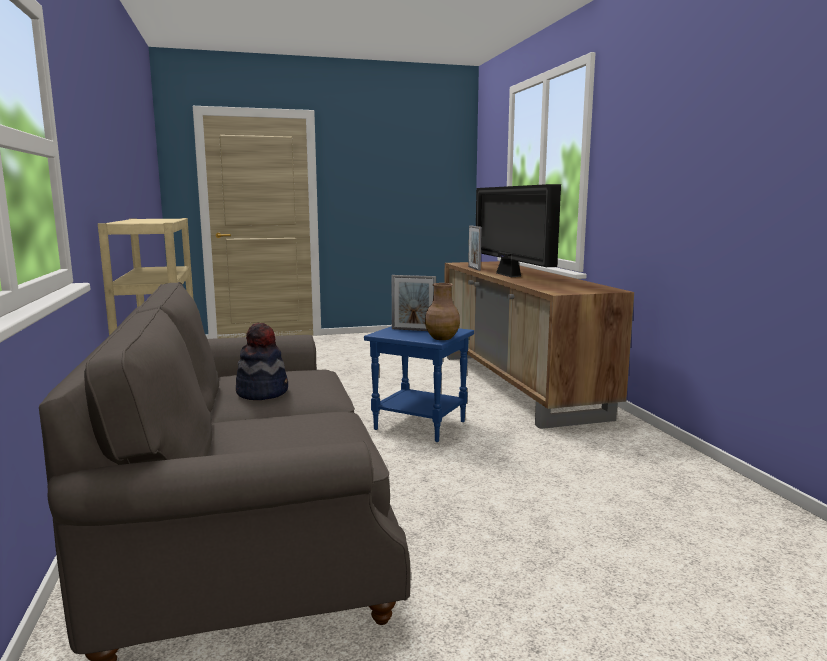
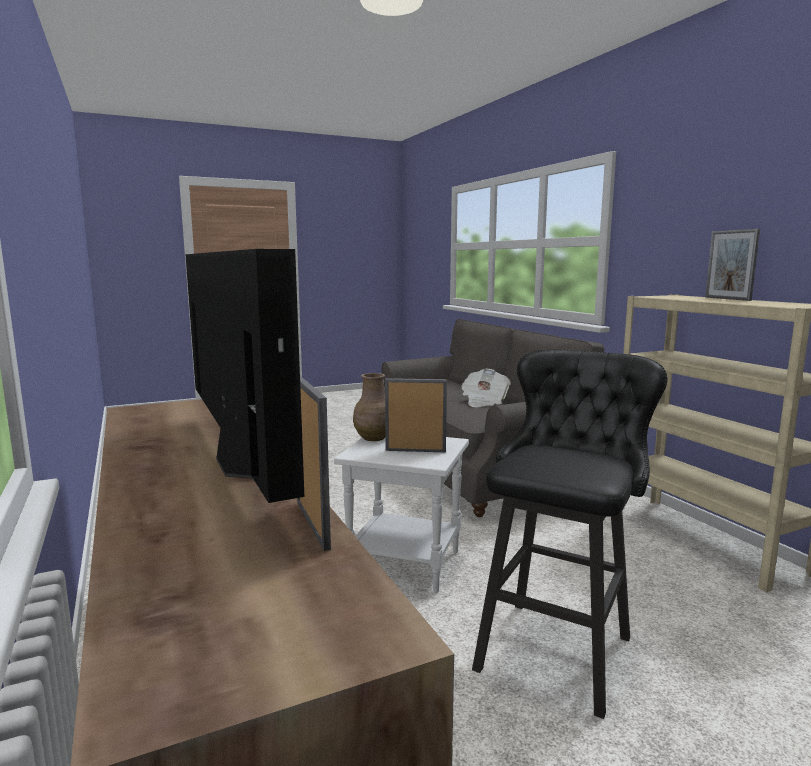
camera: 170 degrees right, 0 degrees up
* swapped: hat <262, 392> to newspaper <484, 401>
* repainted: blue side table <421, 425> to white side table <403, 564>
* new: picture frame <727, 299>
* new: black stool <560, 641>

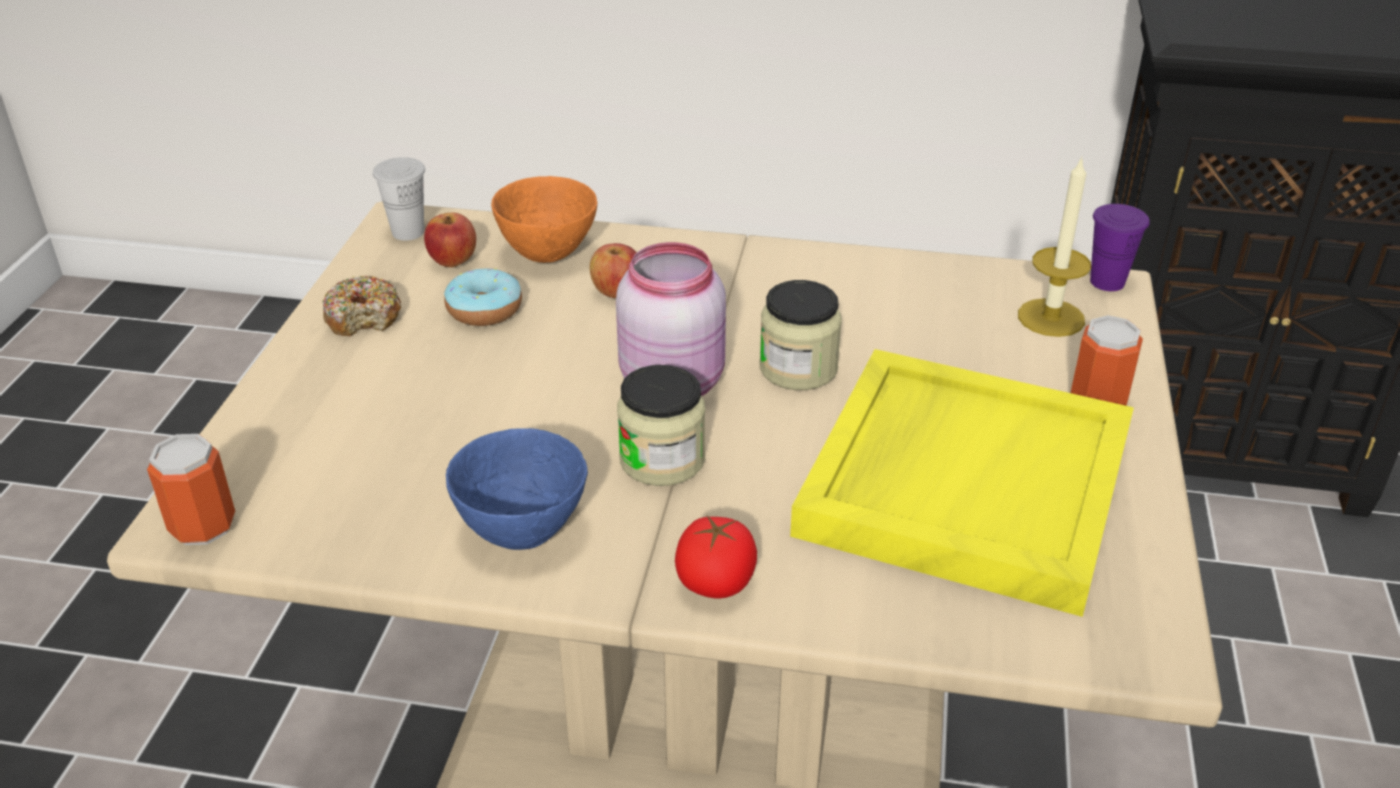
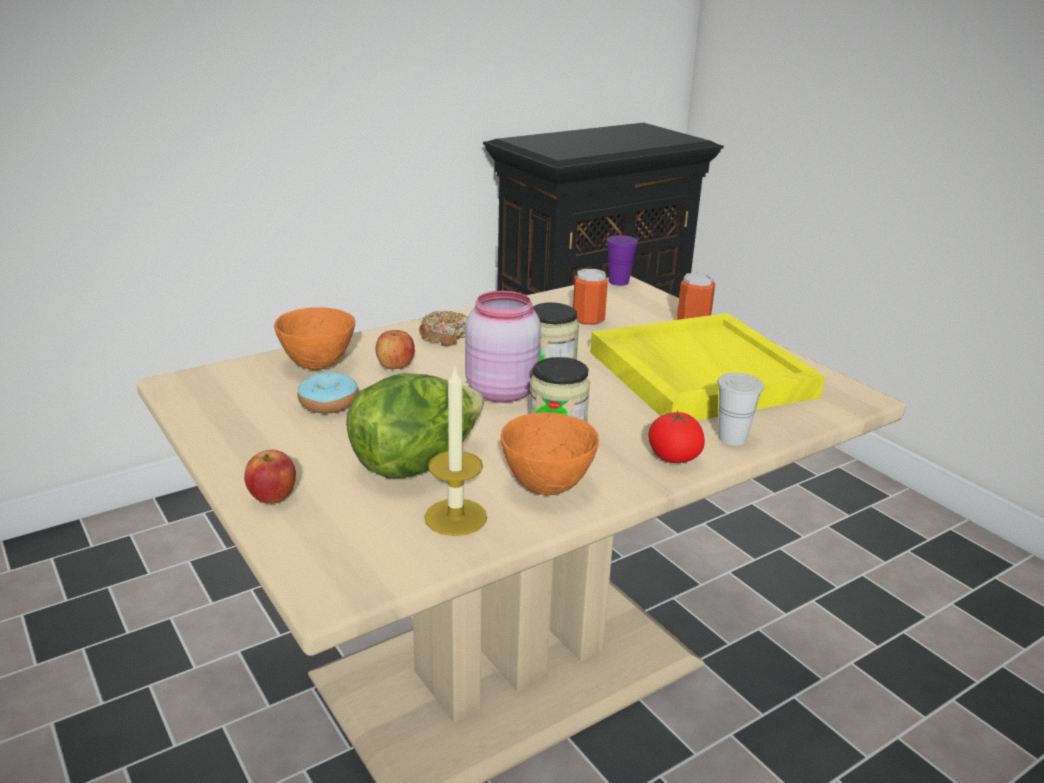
camera: 45 degrees left, 10 degrees down
* shifted: candle <1051, 317> to <455, 517>
* shifted: white cup <408, 232> to <732, 438>
* shifted: apple <453, 261> to <273, 497>
* shifted: donut <364, 317> to <445, 336>
* repainted: blue bowl <521, 529> to orange bowl <545, 485>
* shifted: can <203, 526> to <588, 320>
* new: lettuce <417, 463>

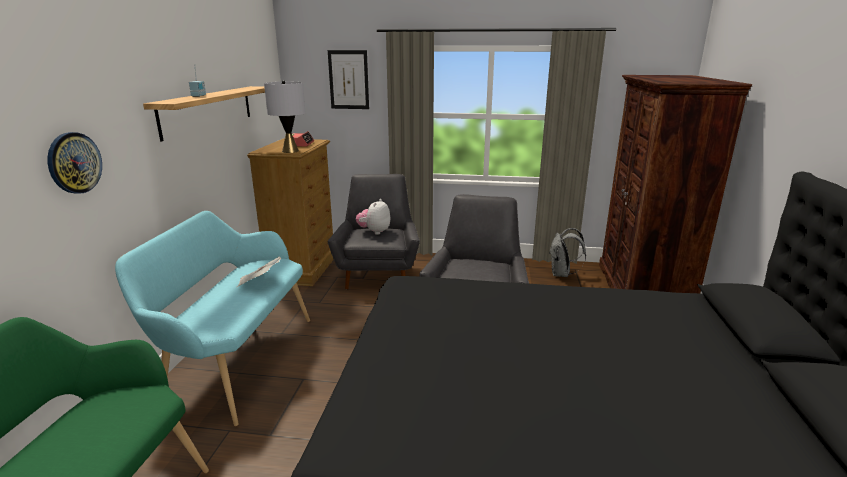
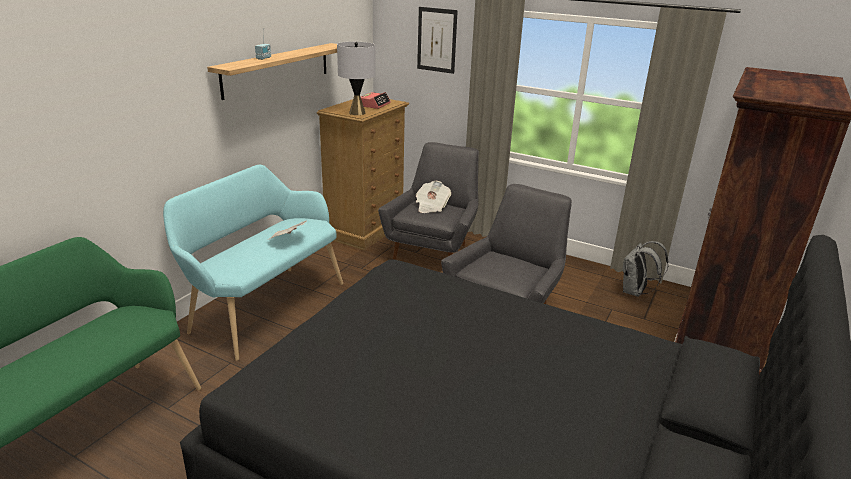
camera: 20 degrees right, 5 degrees up
* gone: wall clock <74, 163>
* swapped: plush toy <374, 231> to newspaper <431, 206>

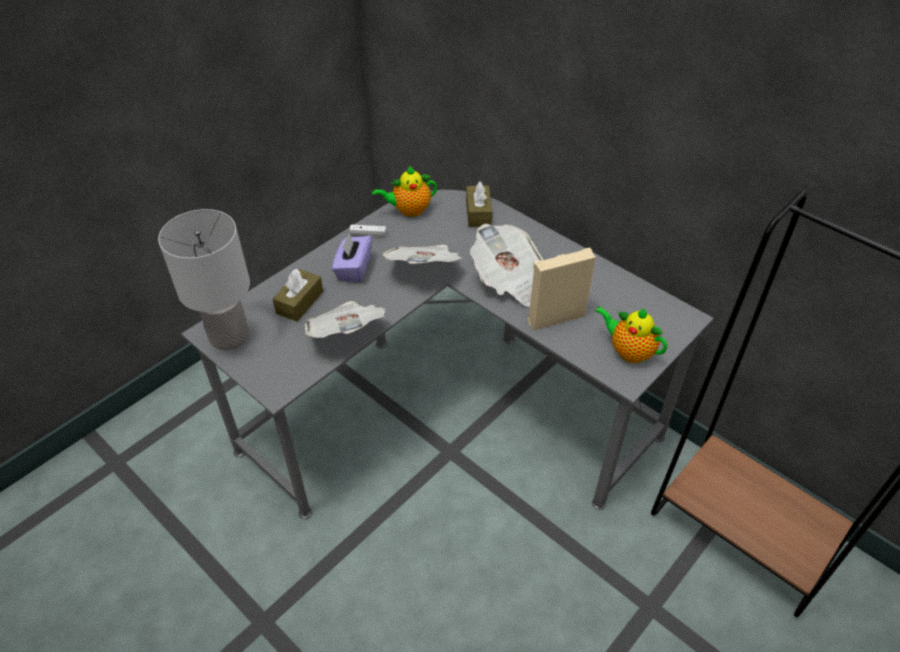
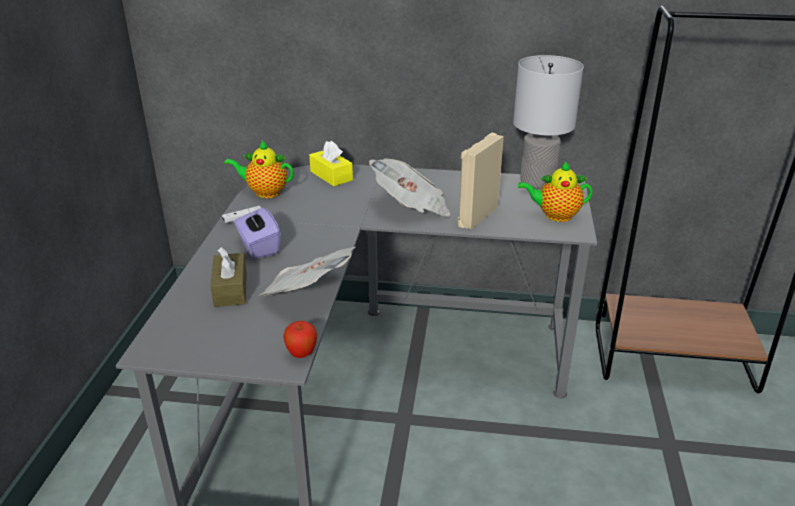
camera: 35 degrees left, 15 degrees down
* rotated: teapot <409, 210> = <265, 192> 60 degrees clockwise
* repainted: brown tissue box <478, 213> to yellow tissue box <331, 176>
* shifted: grey table lamp <231, 339> to <537, 185>
* gone: newspaper <425, 269>
* new: apple <301, 354>

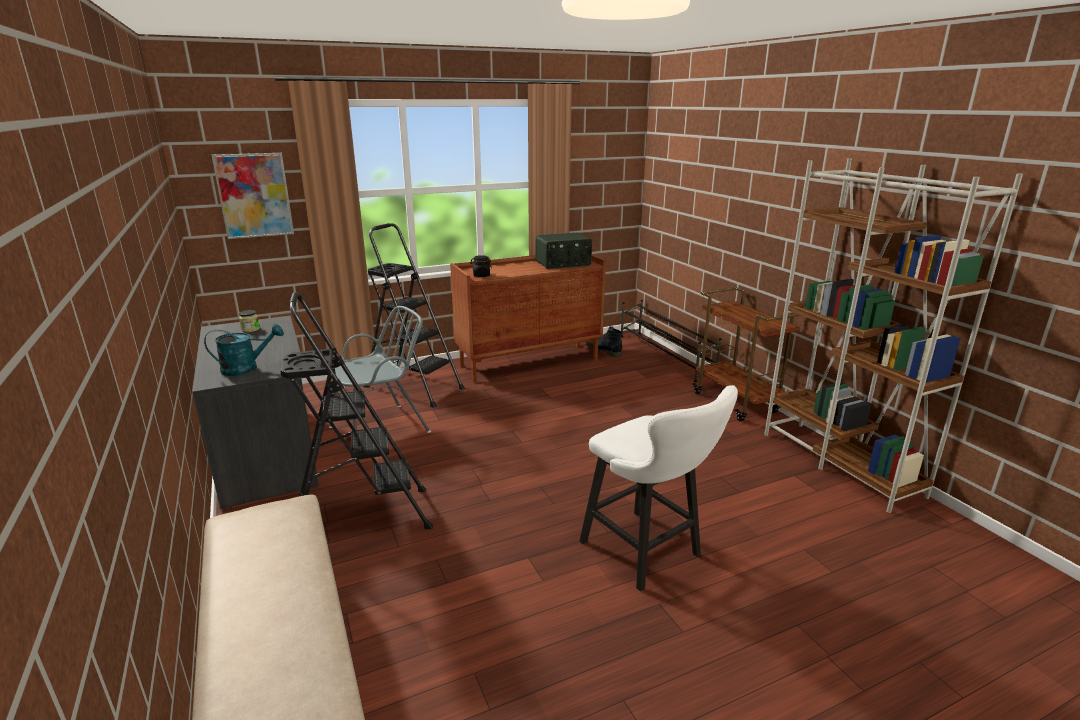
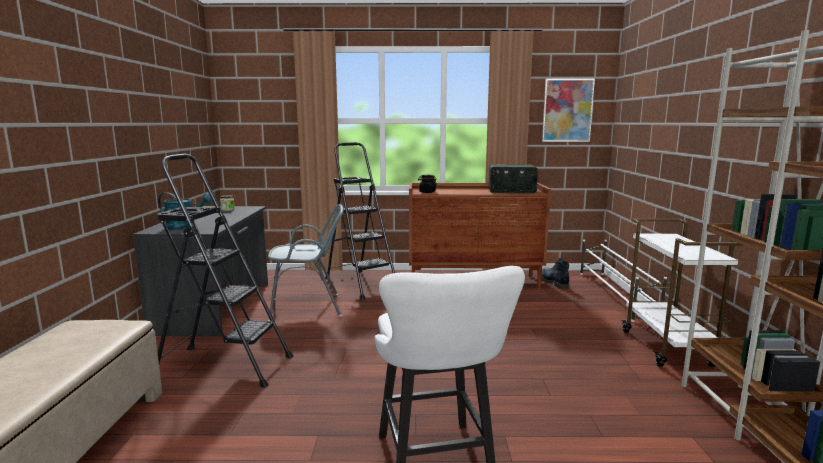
camera: 25 degrees right, 10 degrees down
* shifted: picture <254, 195> to <567, 110>
* repainted: brown cart <736, 404> to white cart <667, 350>
* repainted: black shoe rack <665, 355> to white shoe rack <615, 295>

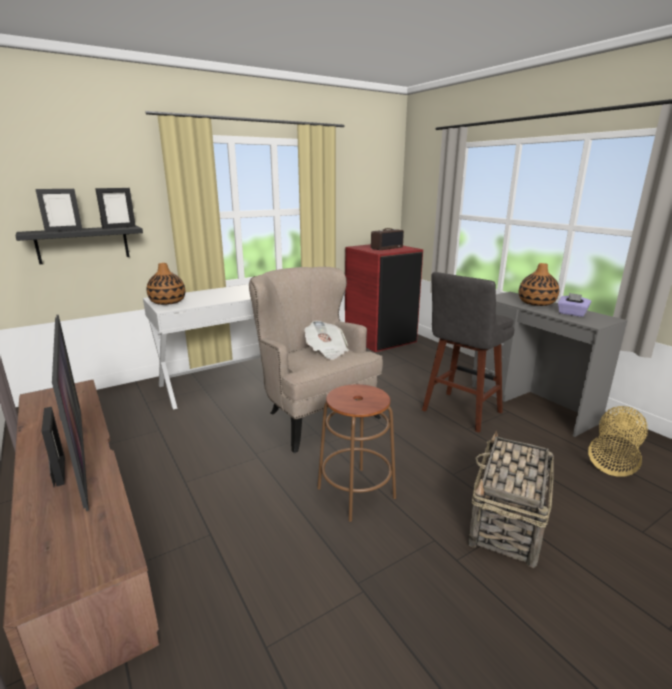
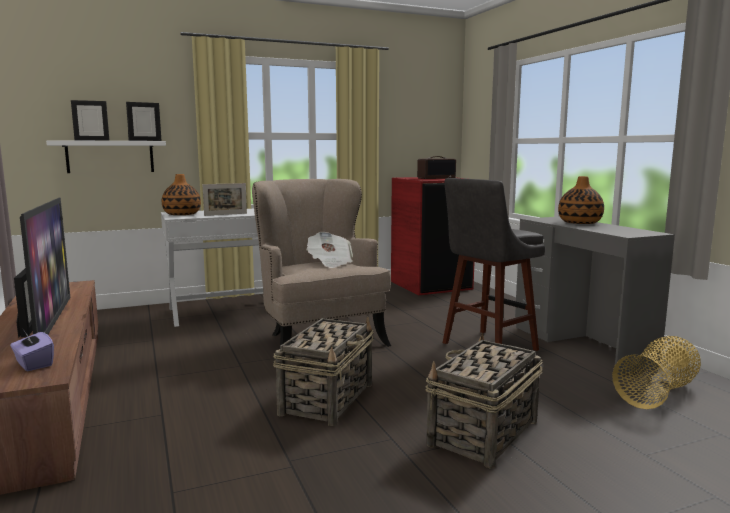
camera: 10 degrees right, 10 degrees down
* repainted: black shelf <83, 244> to white shelf <110, 156>
* shifted: purple tissue box <572, 314> to <33, 364>
* swapped: brown stool <356, 493> to basket <328, 398>
* new: picture frame <225, 214>

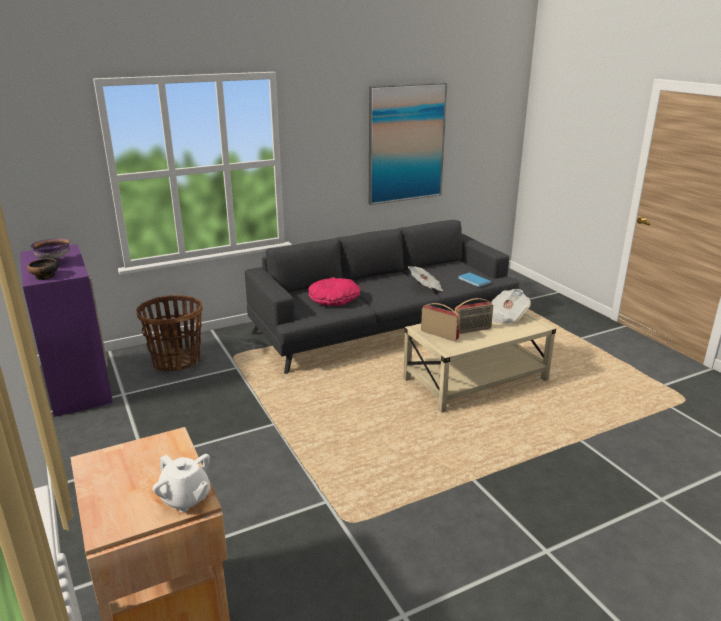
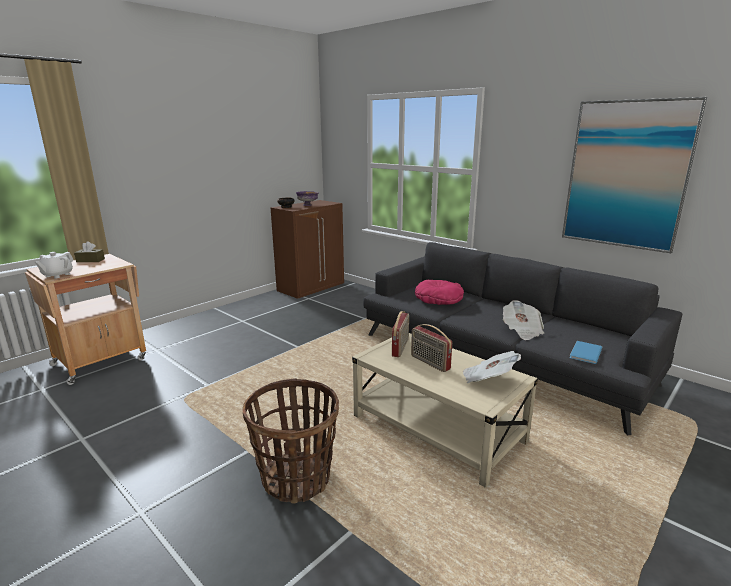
camera: 70 degrees right, 5 degrees down
* repainted: purple cabinet <78, 385> to brown cabinet <311, 286>
* shifted: basket <176, 361> to <296, 478>
* new: brown tissue box <90, 260>

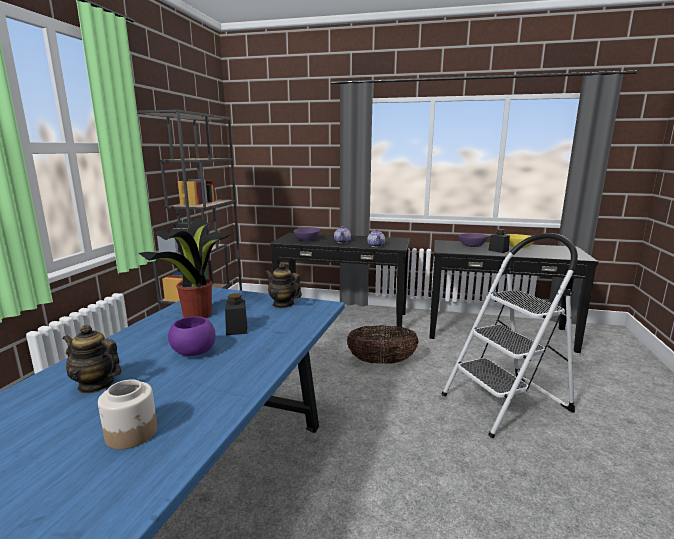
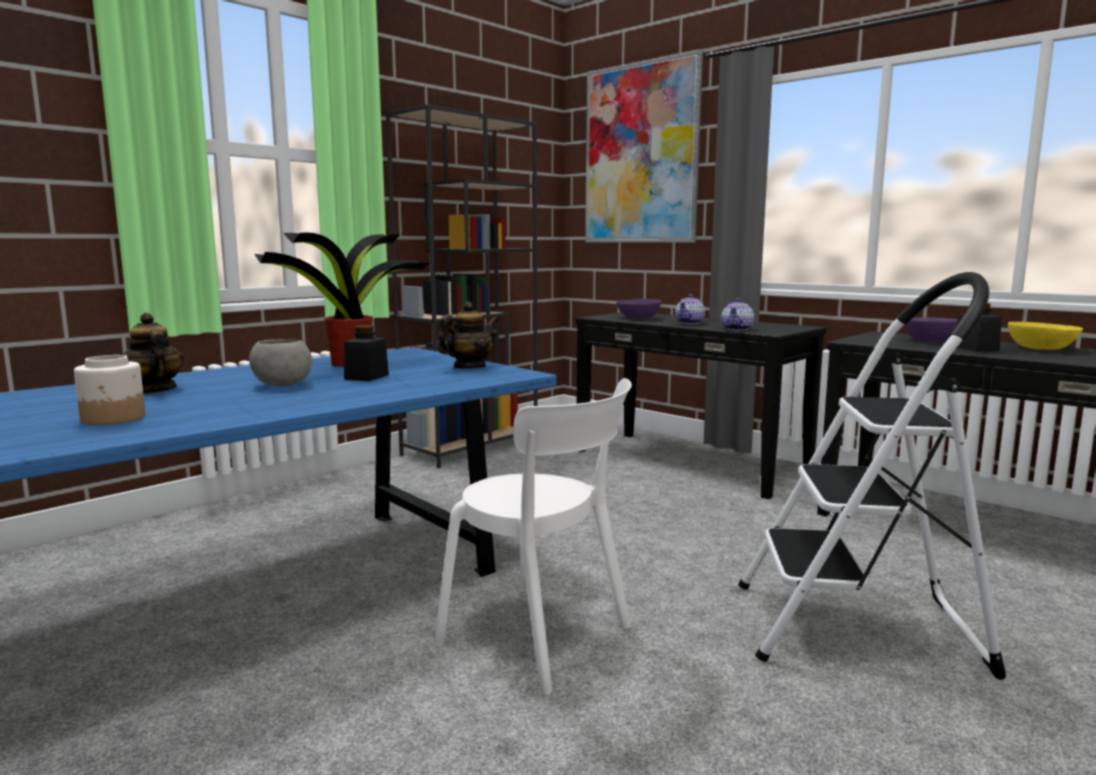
camera: 30 degrees right, 5 degrees down
* rotated: teapot <283, 304> = <469, 367> 75 degrees clockwise
* repainted: purple bowl <193, 353> to grey bowl <282, 385>
* gone: basket <381, 362>
* new: picture <640, 154>
* new: white chair <542, 637>

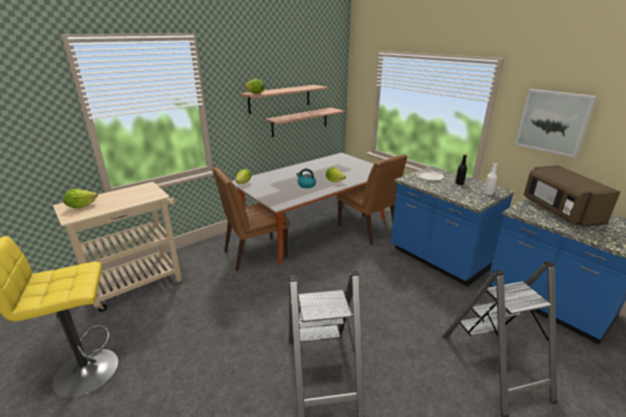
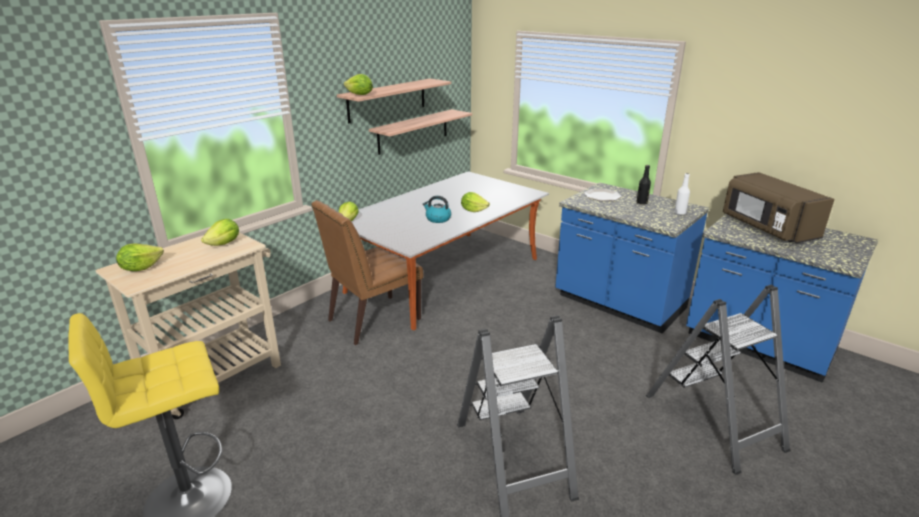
camera: 10 degrees left, 0 degrees up
* gone: picture <553, 122>
* gone: brown chair <366, 229>
* new: lettuce <224, 244>

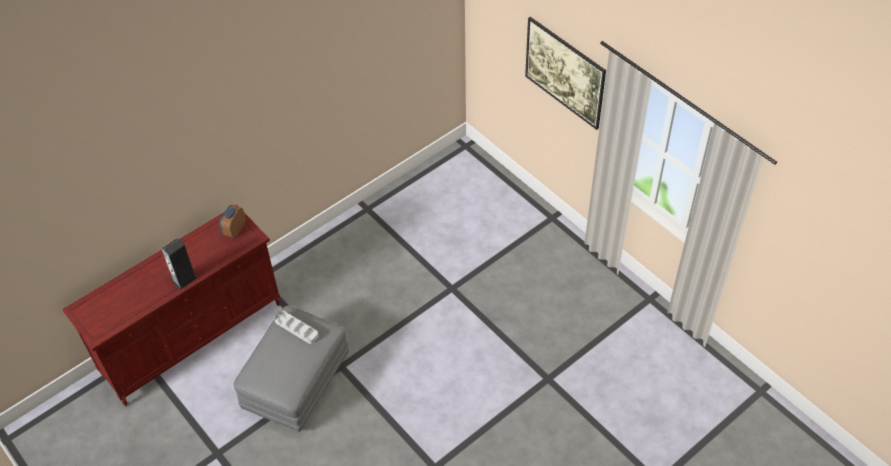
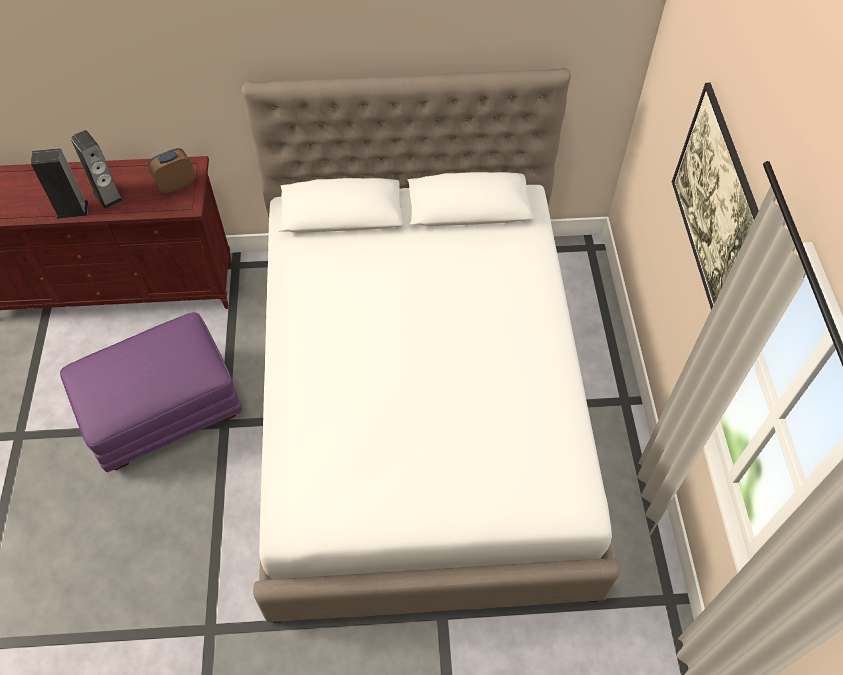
camera: 35 degrees right, 5 degrees up
* repainted: grey ottoman <297, 383> to purple ottoman <164, 411>
* gone: grey tray <296, 328>
* new: white bed <421, 406>
* new: speaker <108, 196>

